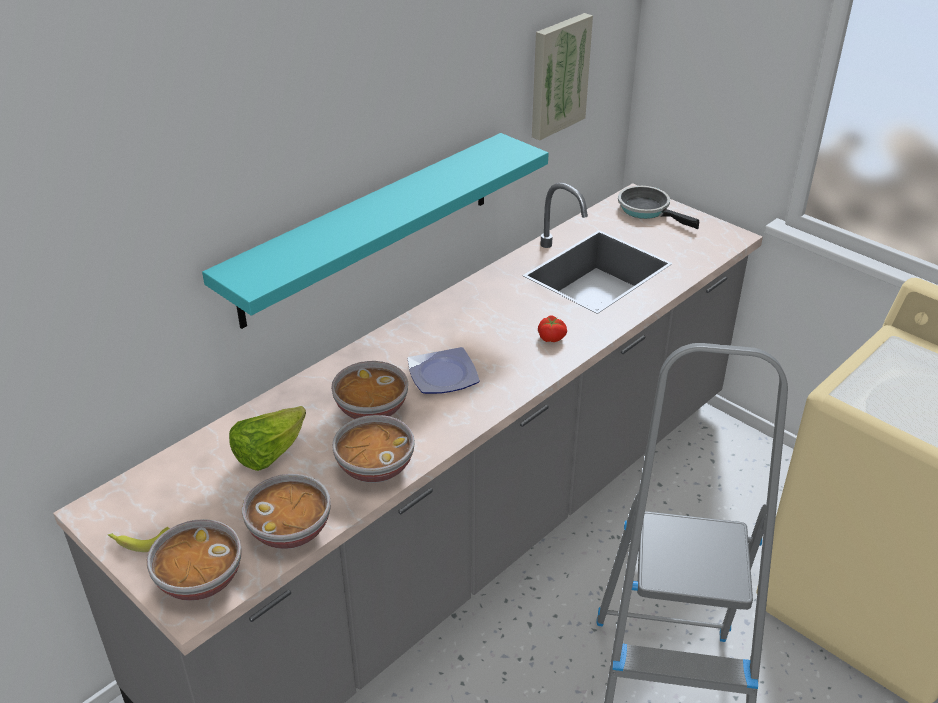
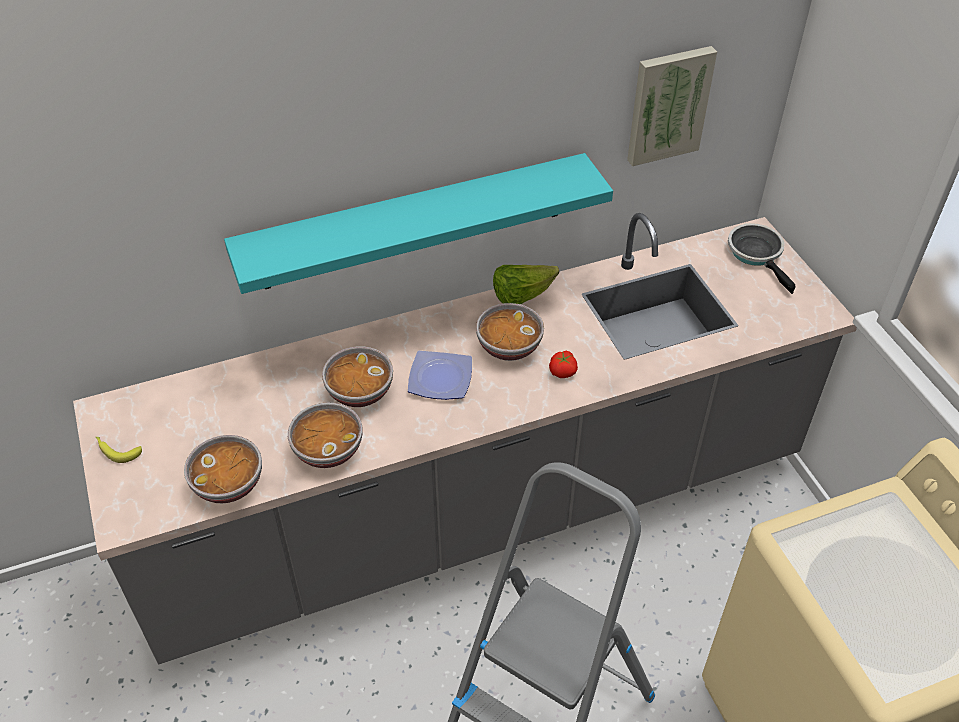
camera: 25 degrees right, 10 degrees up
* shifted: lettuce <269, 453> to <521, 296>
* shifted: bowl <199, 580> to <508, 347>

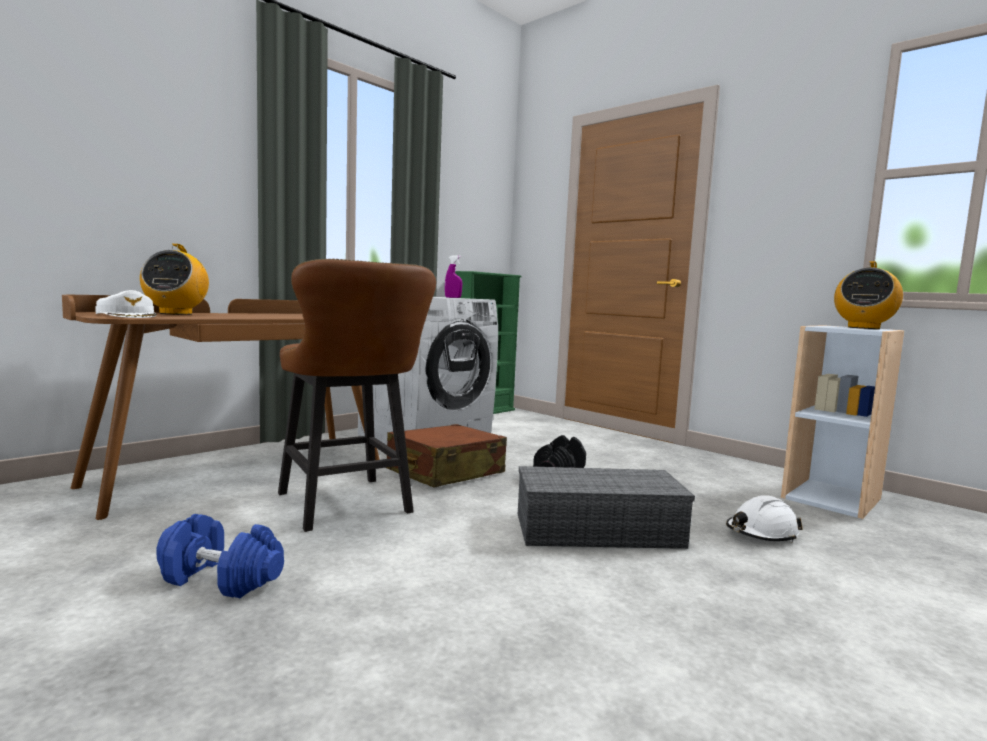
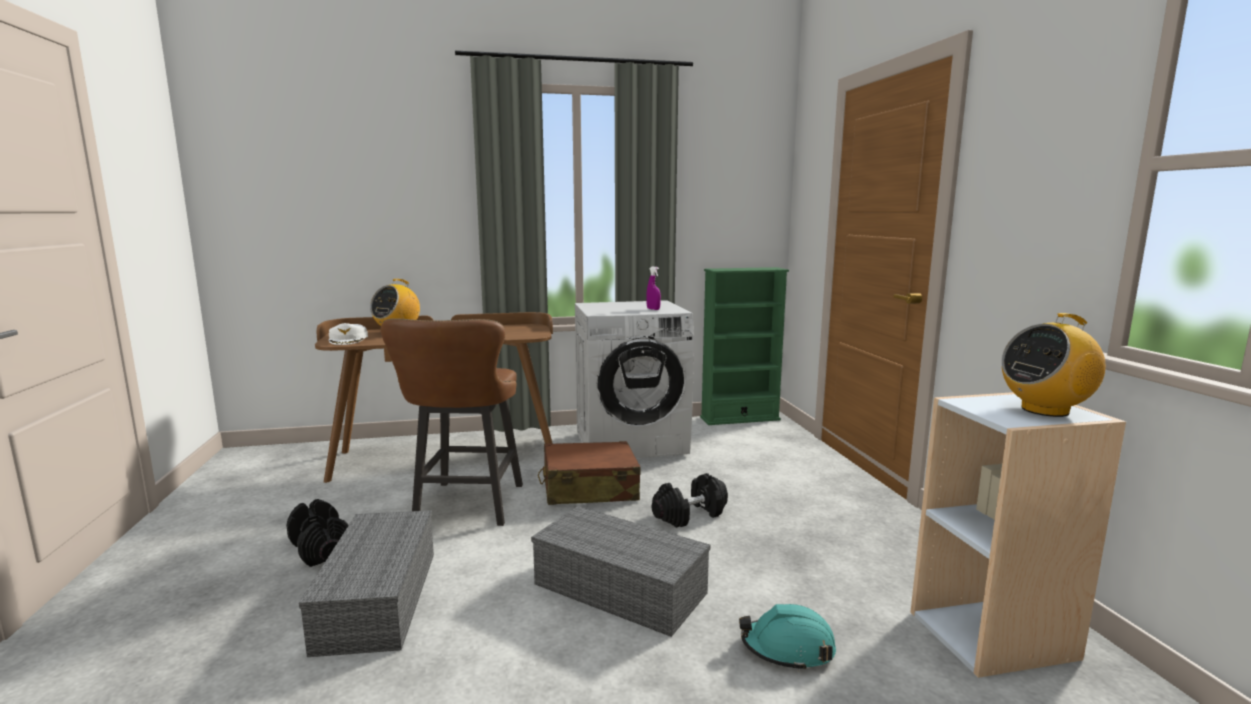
camera: 35 degrees right, 5 degrees up
* repainted: white hard hat <761, 533> to turquoise hard hat <787, 648>
* repainted: blue dumbbell <222, 578> to black dumbbell <321, 548>
* new: grey storage box <377, 598>

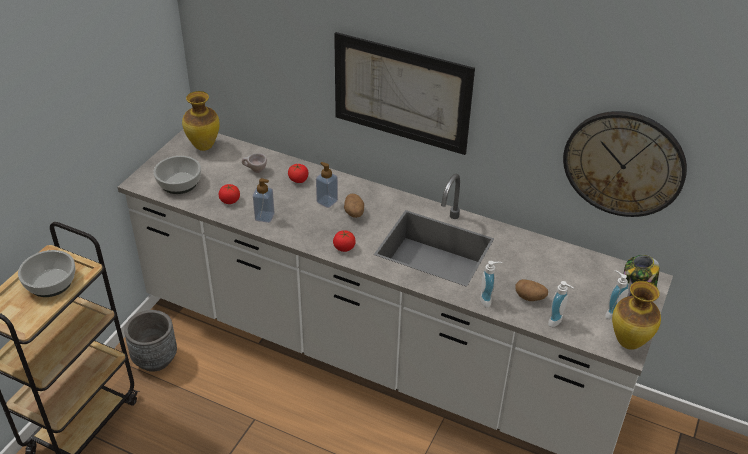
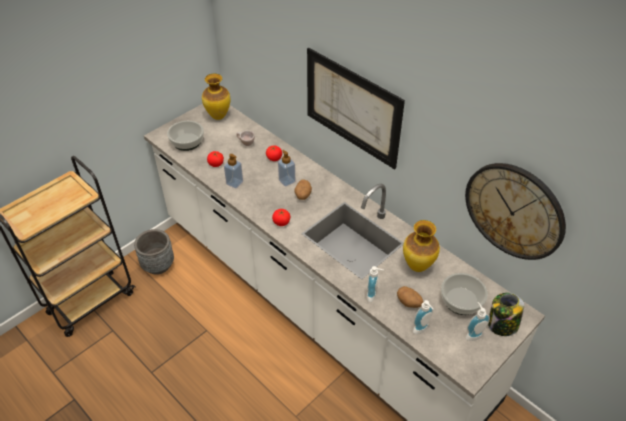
camera: 20 degrees right, 5 degrees up
* shifted: bowl <50, 282> to <461, 300>
* shifted: vase <628, 343> to <417, 266>

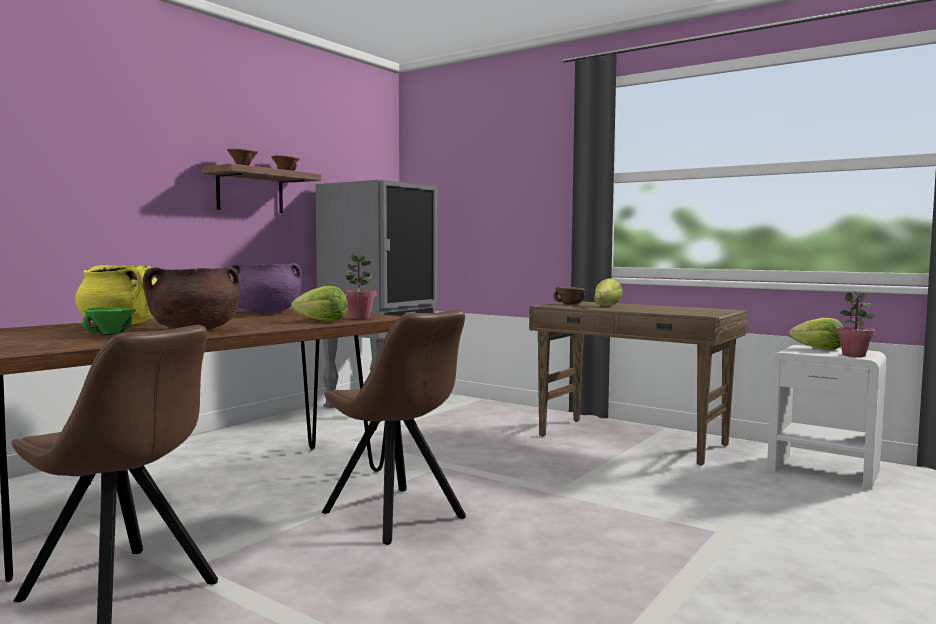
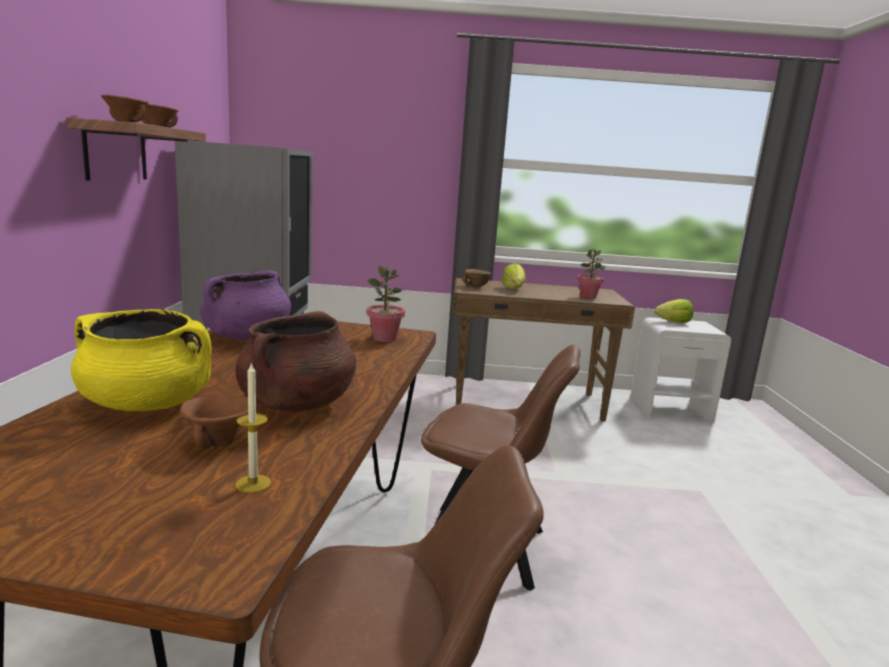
camera: 35 degrees left, 10 degrees up
* gone: lettuce <322, 321>
* shifted: potted plant <854, 355> to <588, 297>
* repainted: green bowl <110, 334> to brown bowl <219, 442>
* new: candle <253, 483>

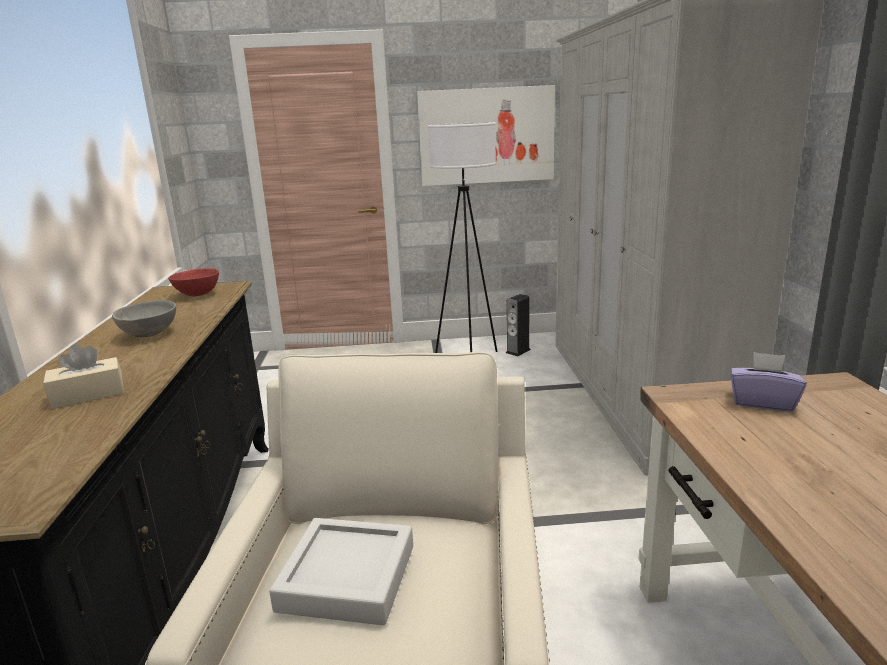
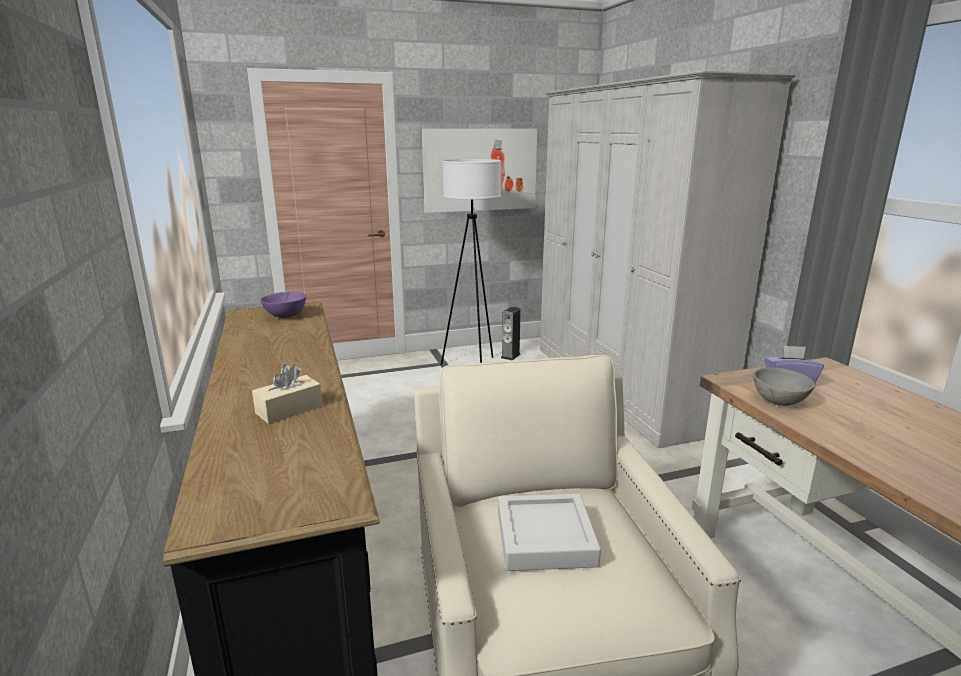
camera: 15 degrees left, 0 degrees up
* repainted: red bowl <197, 295> to purple bowl <285, 316>
* shifted: grey bowl <150, 334> to <780, 401>

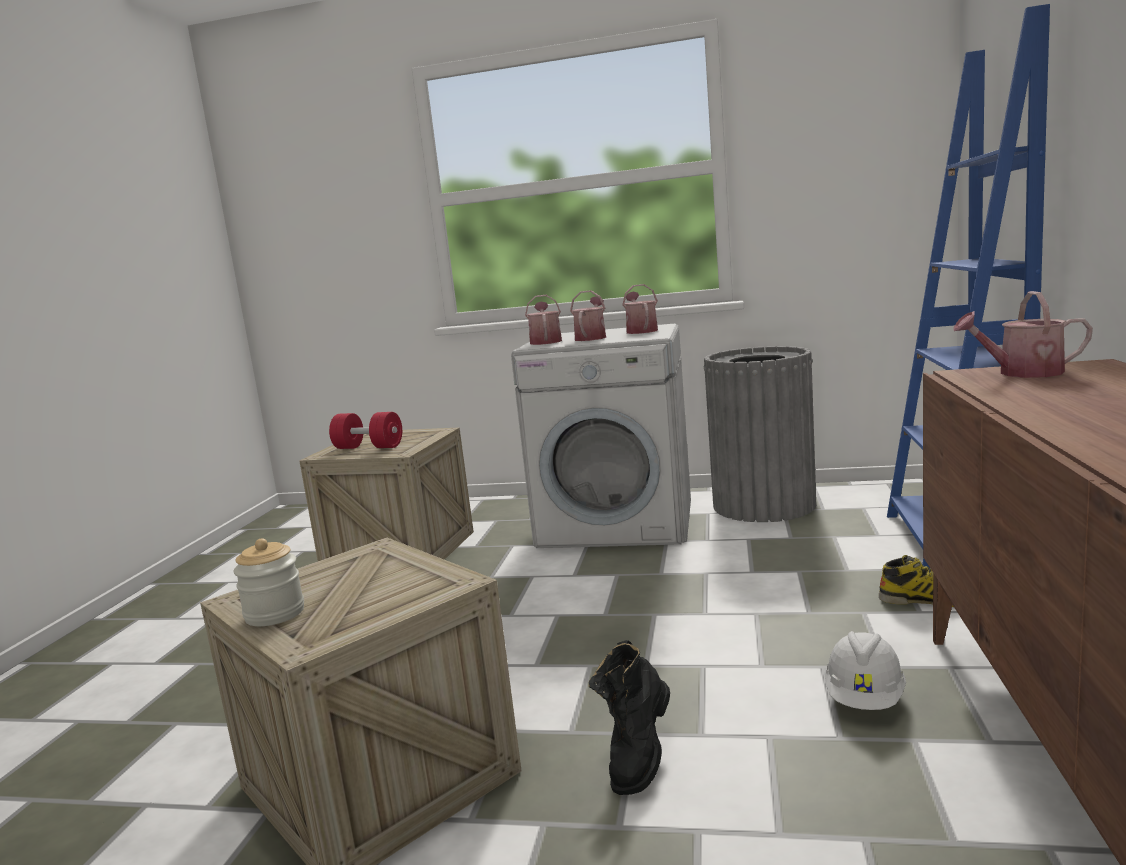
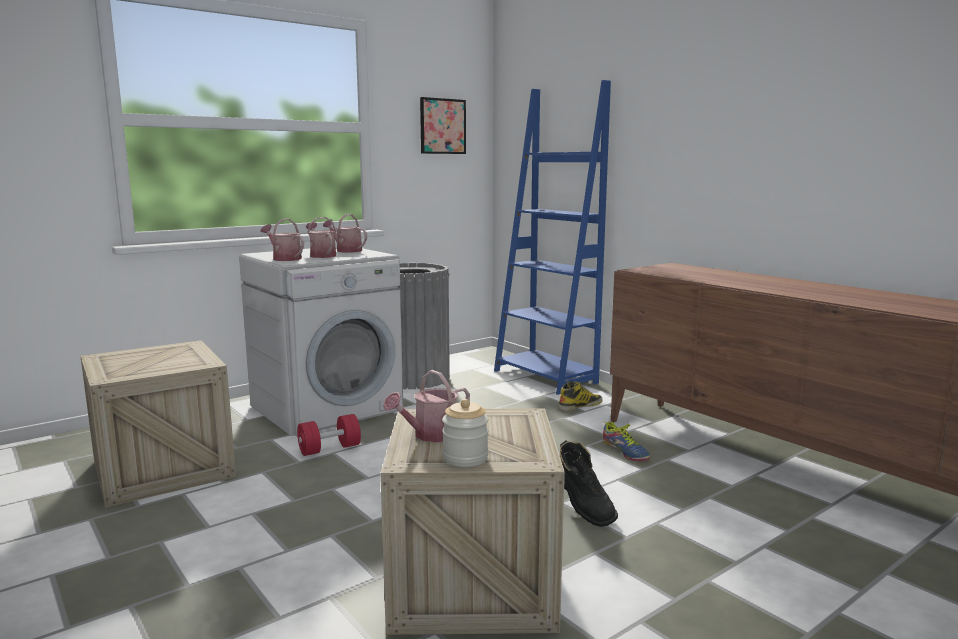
camera: 50 degrees left, 0 degrees up
* shifted: watering can <1022, 373> to <430, 435>
* shifted: red dumbbell <368, 447> to <329, 449>
* swapped: white hard hat <865, 698> to shoe <625, 451>
* new: picture <443, 126>

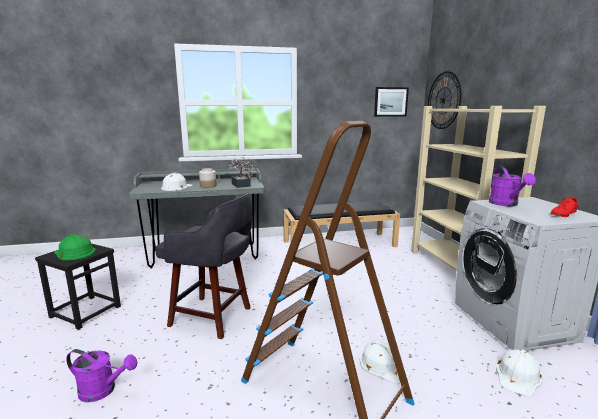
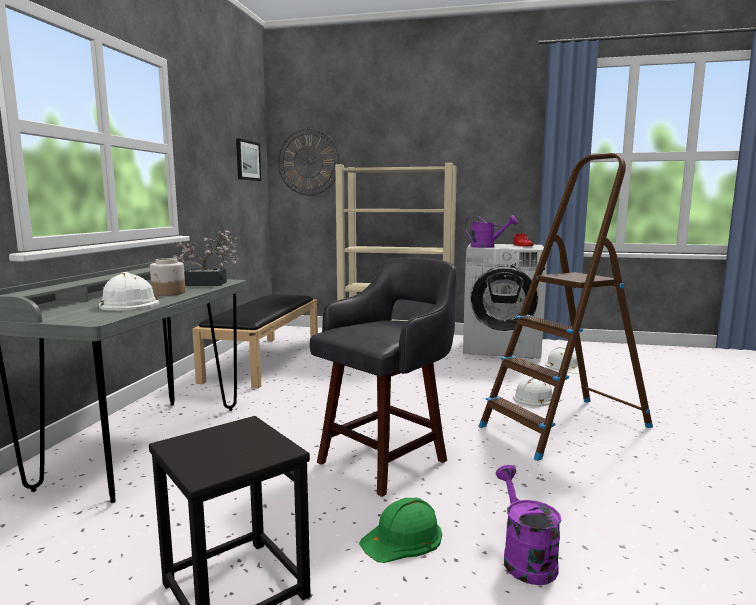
camera: 65 degrees left, 5 degrees down
* shifted: green hard hat <74, 253> to <403, 538>
* rotated: purple watering can <103, 390> = <524, 558> 45 degrees counterclockwise

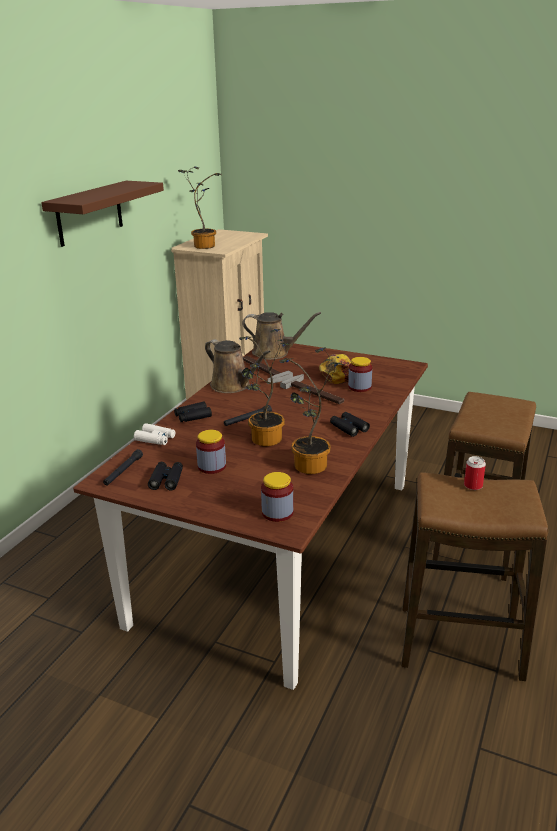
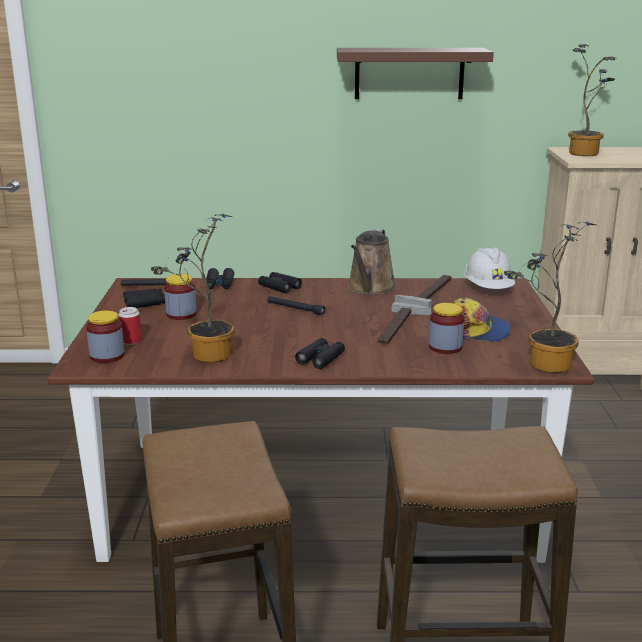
camera: 65 degrees right, 5 degrees down
* swapped: brown watering can <274, 353> to white hard hat <488, 289>
* shifted: potted plant <264, 441> to <543, 364>
* repainted: white binoculars <155, 439> to black binoculars <219, 284>
* shifted: can <473, 486> to <131, 341>

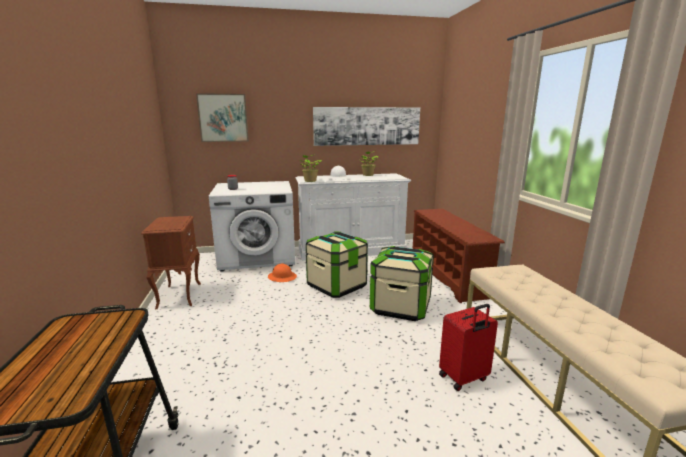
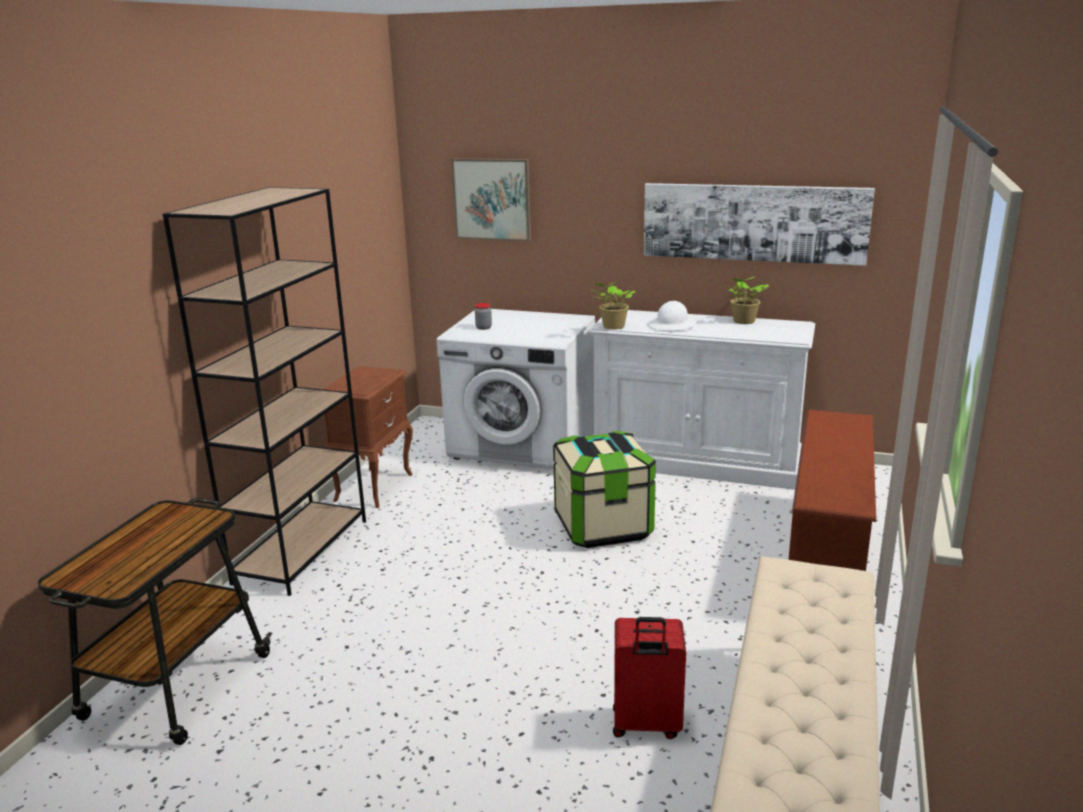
camera: 30 degrees right, 5 degrees up
* gone: storage box <400, 307>
* gone: orange hard hat <282, 277>
* new: beige bookcase <301, 550>

